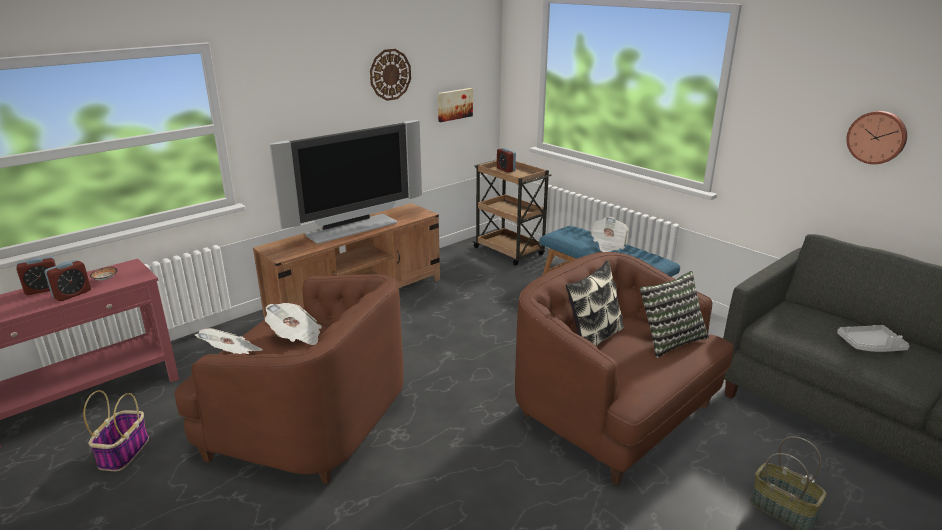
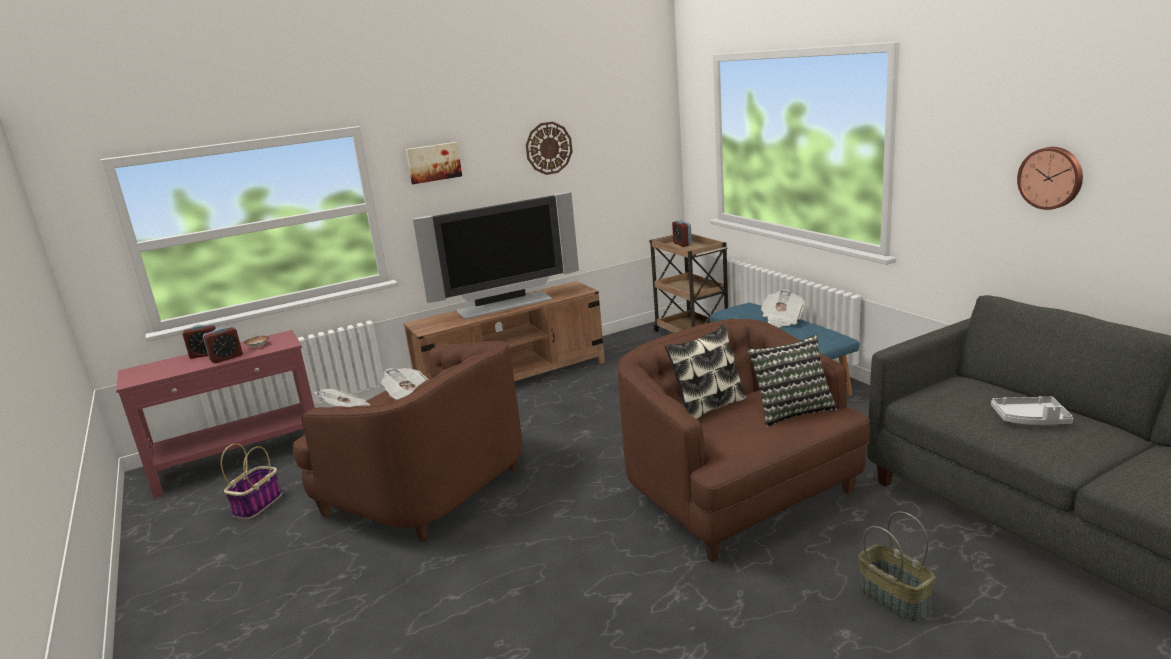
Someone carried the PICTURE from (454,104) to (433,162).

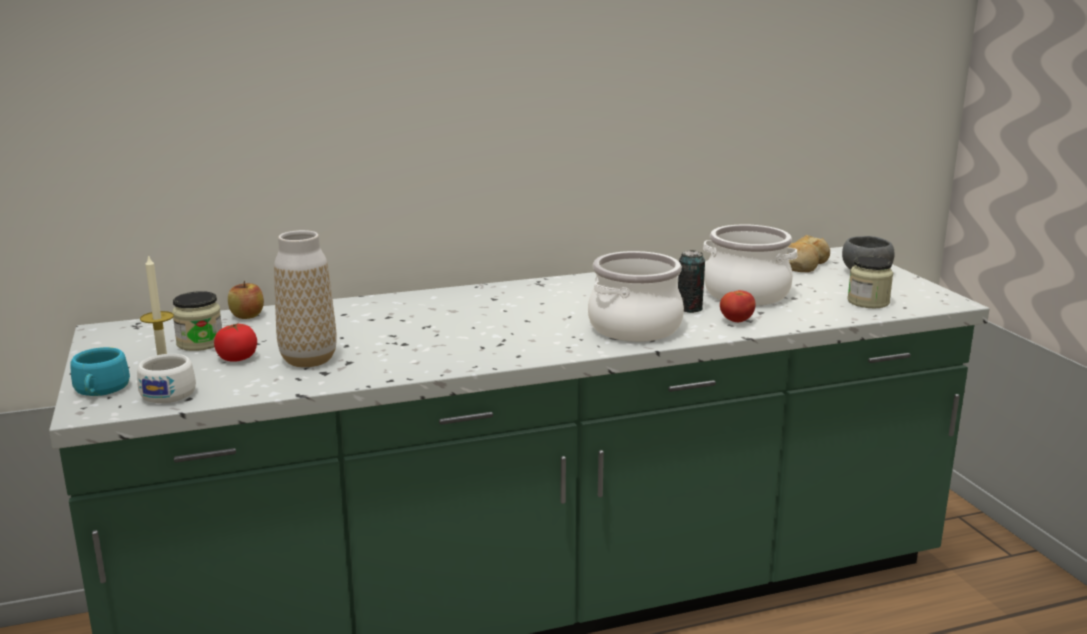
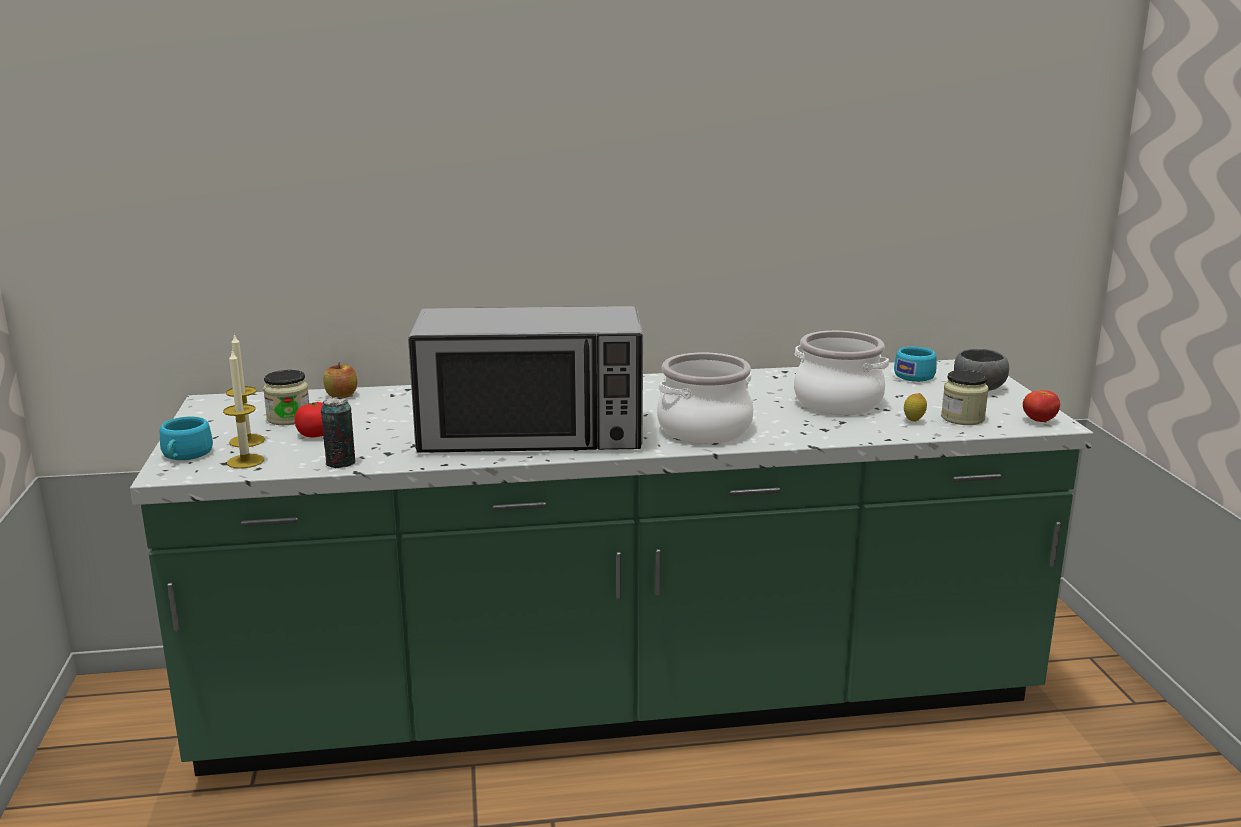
Someone swapped the WHITE CUP at (171,392) for the CANDLE at (245,461).
Someone carried the METAL CAN from (689,309) to (340,463).
Someone put down the KITCHEN MICROWAVE at (531,435).
Someone swapped the BREAD at (804,264) for the TURQUOISE CUP at (917,375).
Someone put down the WHOLE LEMON at (913,421).
Someone carried the FRESH TOMATO from (736,321) to (1039,421).
Someone took away the VASE at (308,360).

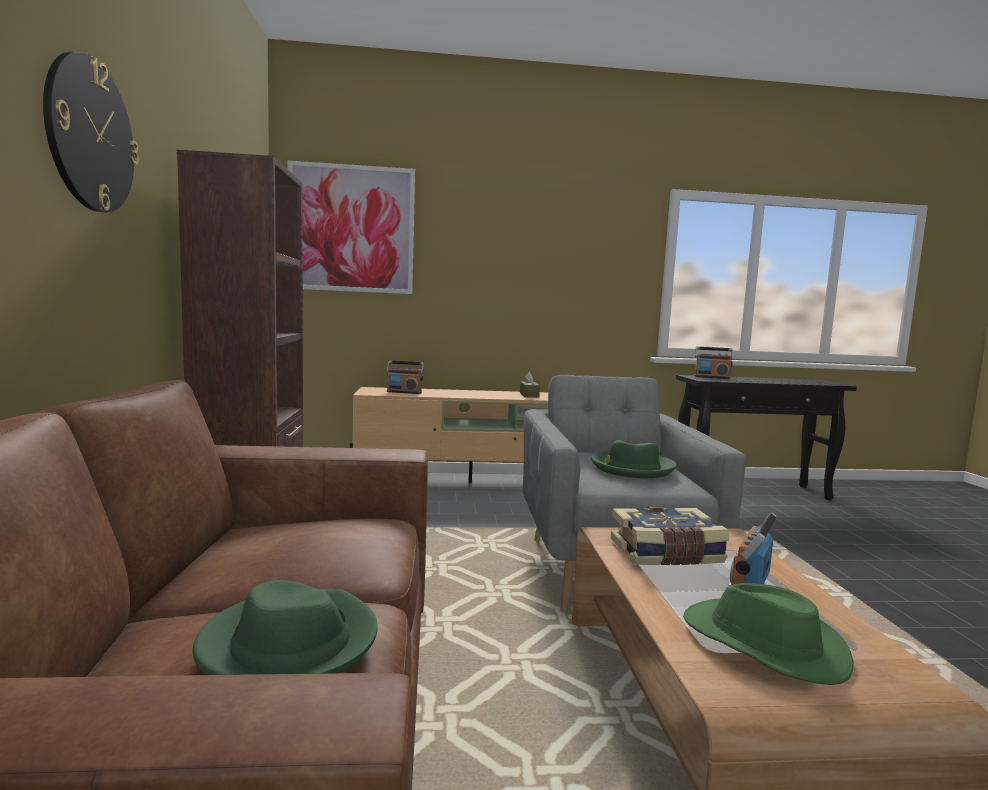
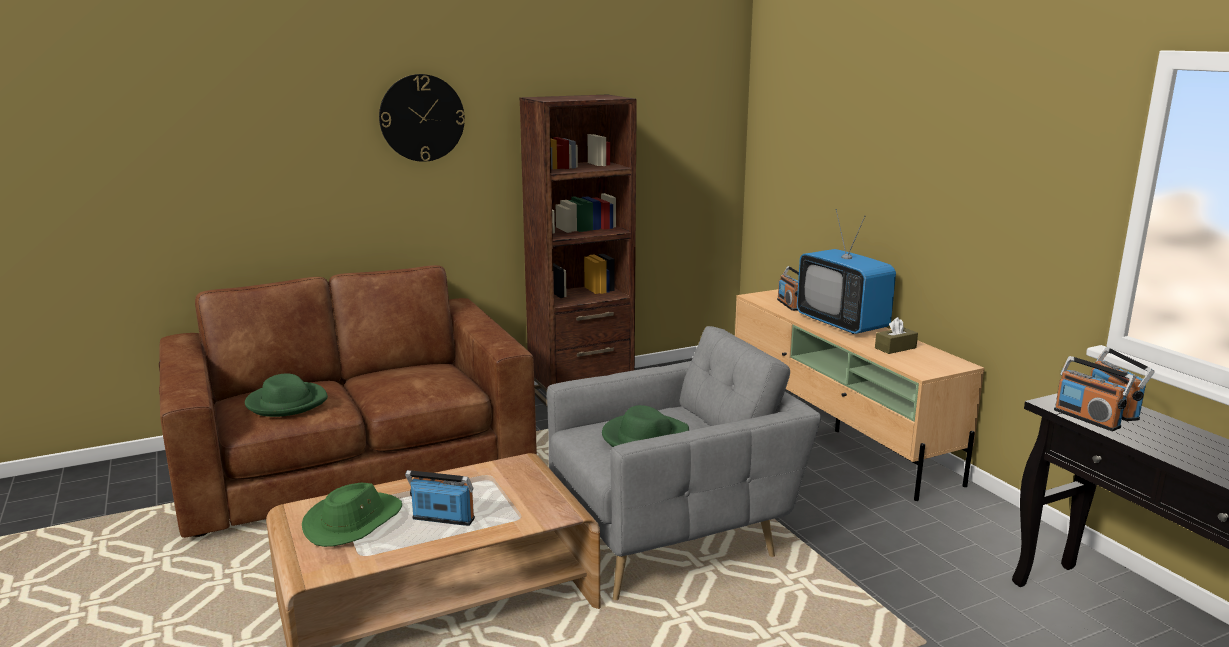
Someone put down the TELEVISION at (842,324).
Someone put down the RADIO SET at (1087,418).
Someone took away the PICTURE at (351,229).
Someone took away the VOLUME at (667,554).

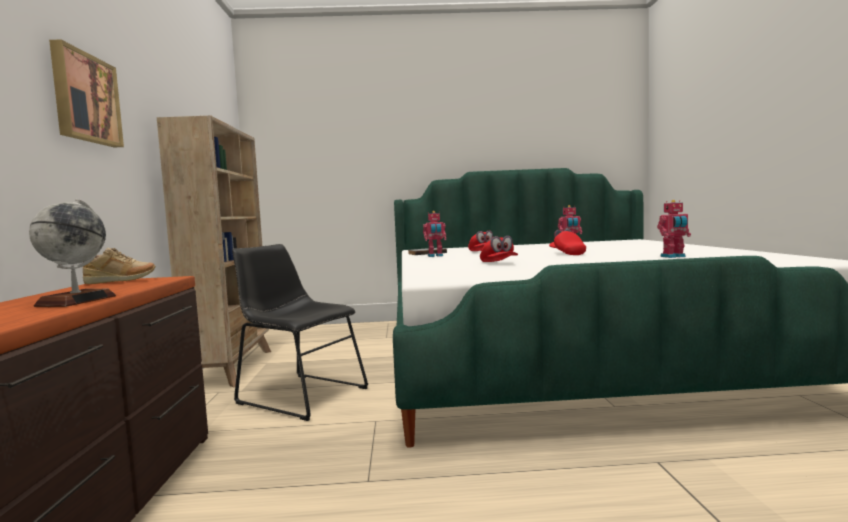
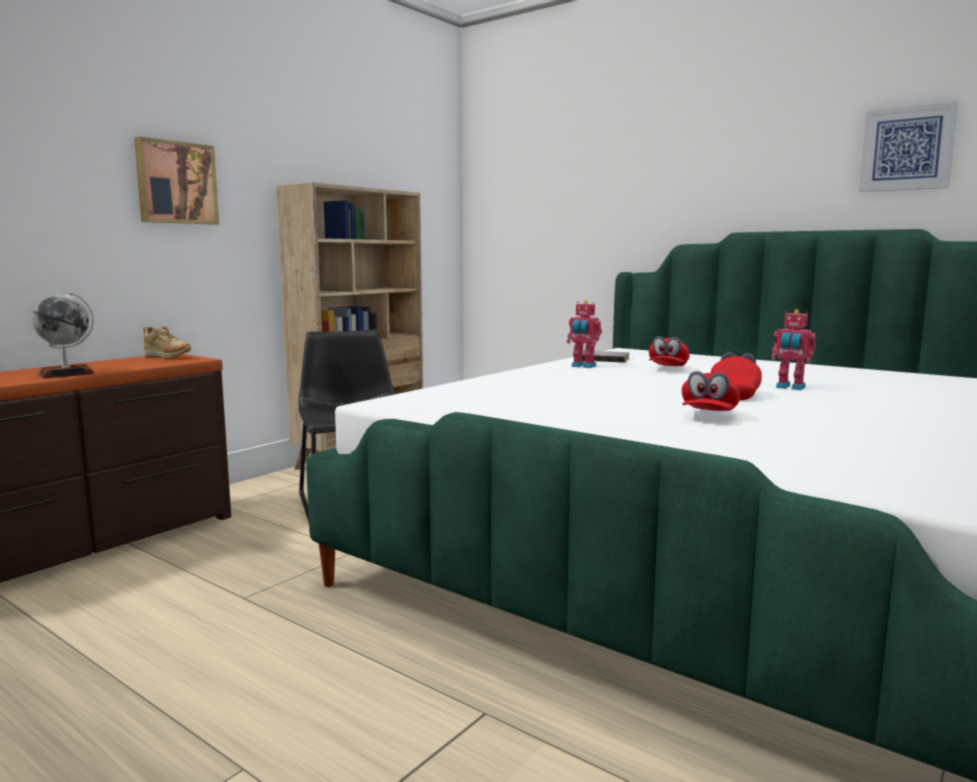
Someone carried the RED-COLOURED CAP from (498,263) to (708,416).
Someone put up the PICTURE at (906,149).
Someone took away the TOY ROBOT at (674,257).

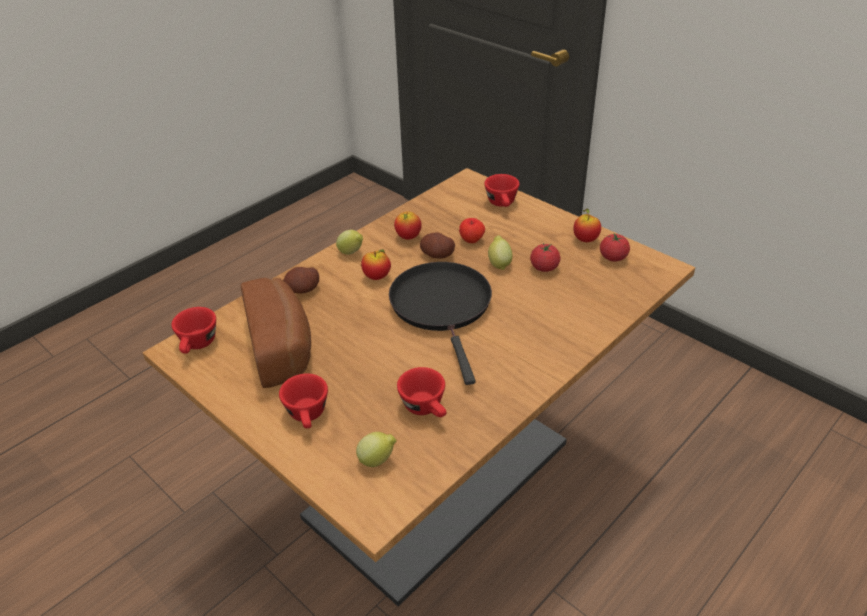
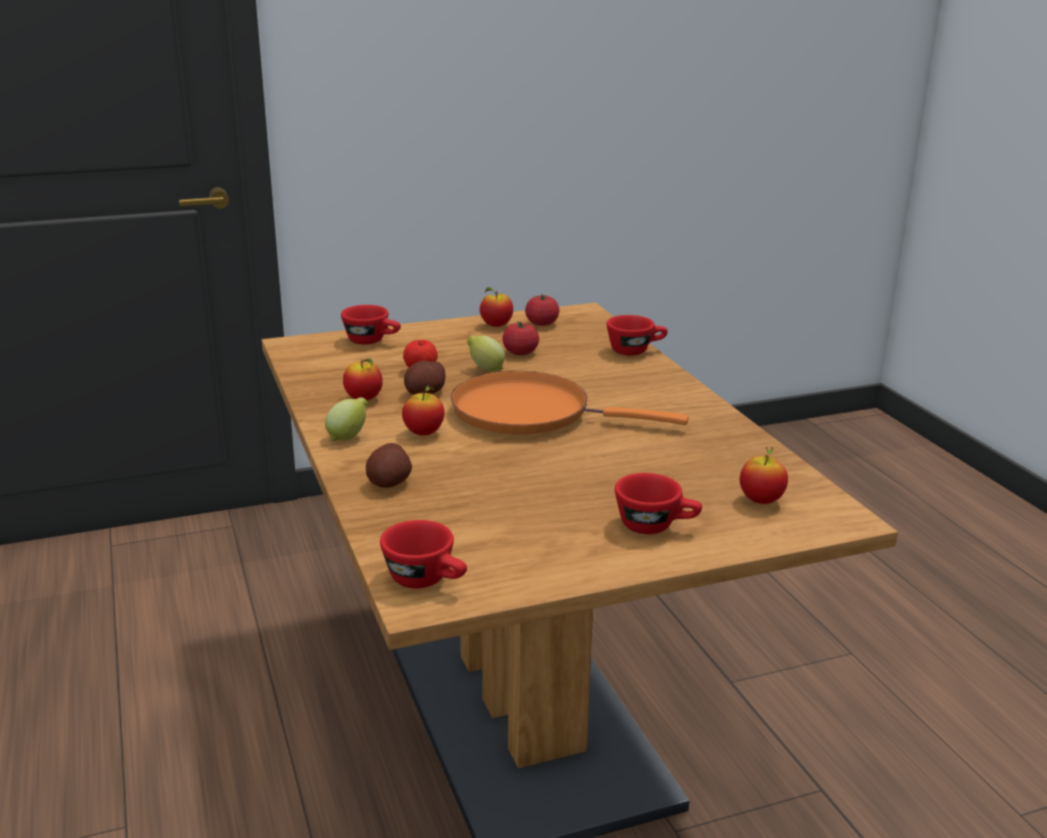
Someone repainted the BLACK PAN at (443,307), which became the ORANGE-COLOURED PAN at (530,412).
Someone carried the RED-COLOURED CUP from (426,408) to (635,350).
Someone swapped the WHOLE LEMON at (377,460) for the WHOLE APPLE at (761,501).
Someone took away the BREAD at (283,346).

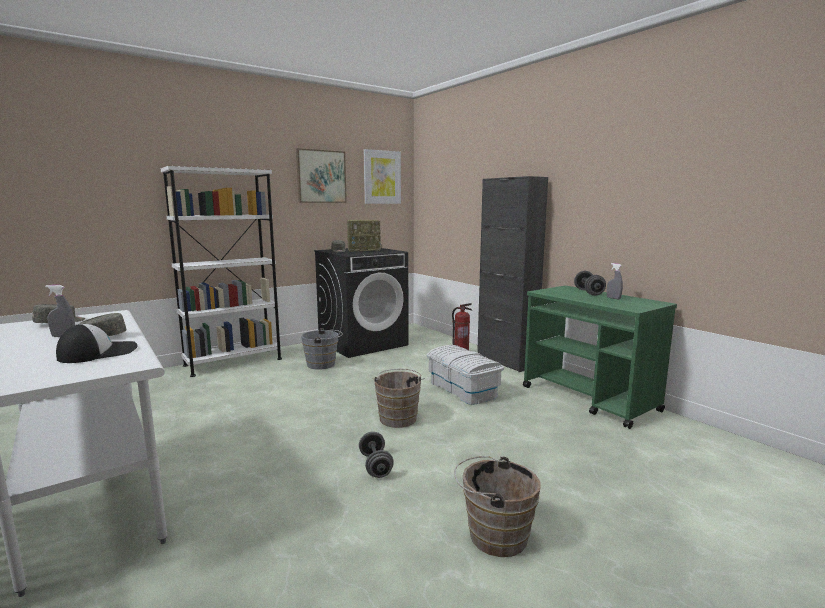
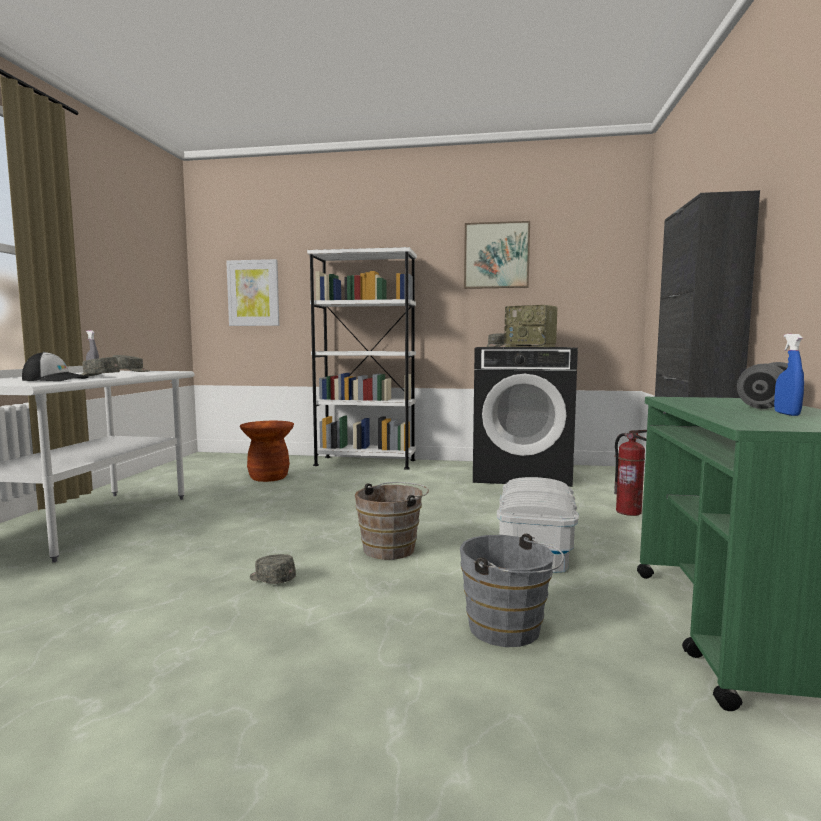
Someone carried the PICTURE from (382,177) to (253,293).
Someone put down the BROWNISH SITTING STOOL at (268,477).
Someone swapped the GREYISH FREE WEIGHT at (375,466) for the GREYISH CAP at (271,579).
Someone carried the GREYISH WATER BUCKET from (323,364) to (509,630).
Someone repainted the GREYISH HAND SPRAYER at (613,298), which became the BLUE-COLOURED HAND SPRAYER at (786,414).
Someone took away the BROWNISH WATER BUCKET at (493,535).

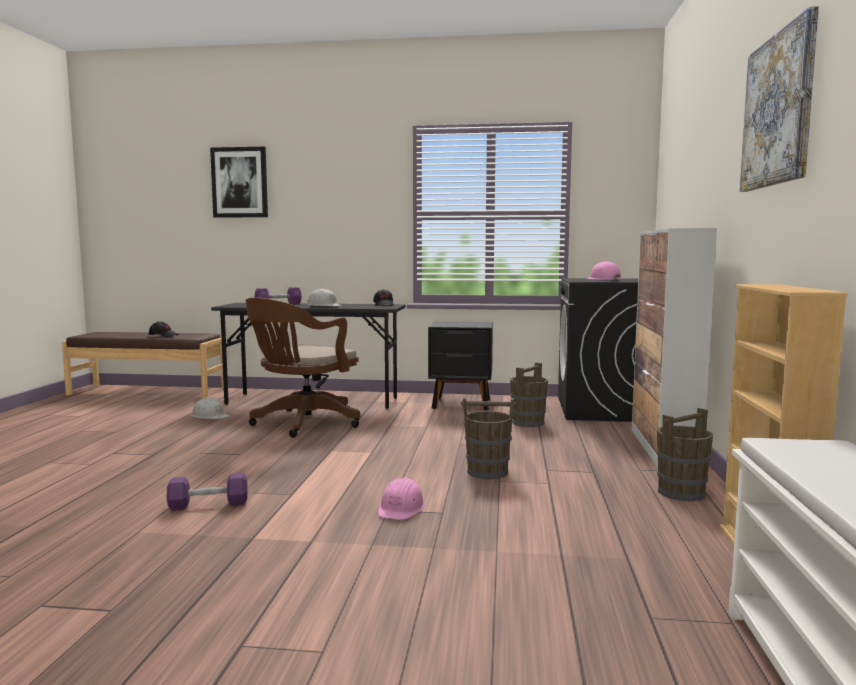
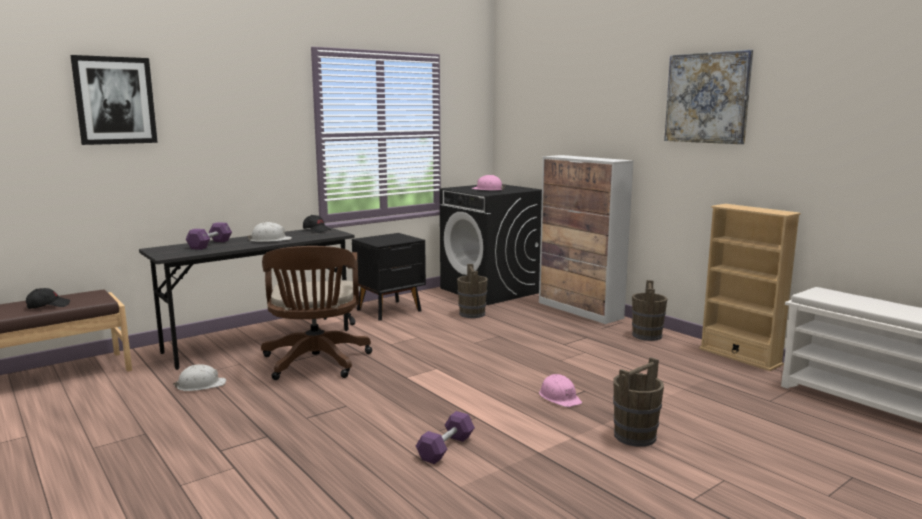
Someone carried the BROWNISH WATER BUCKET from (488,472) to (635,436).

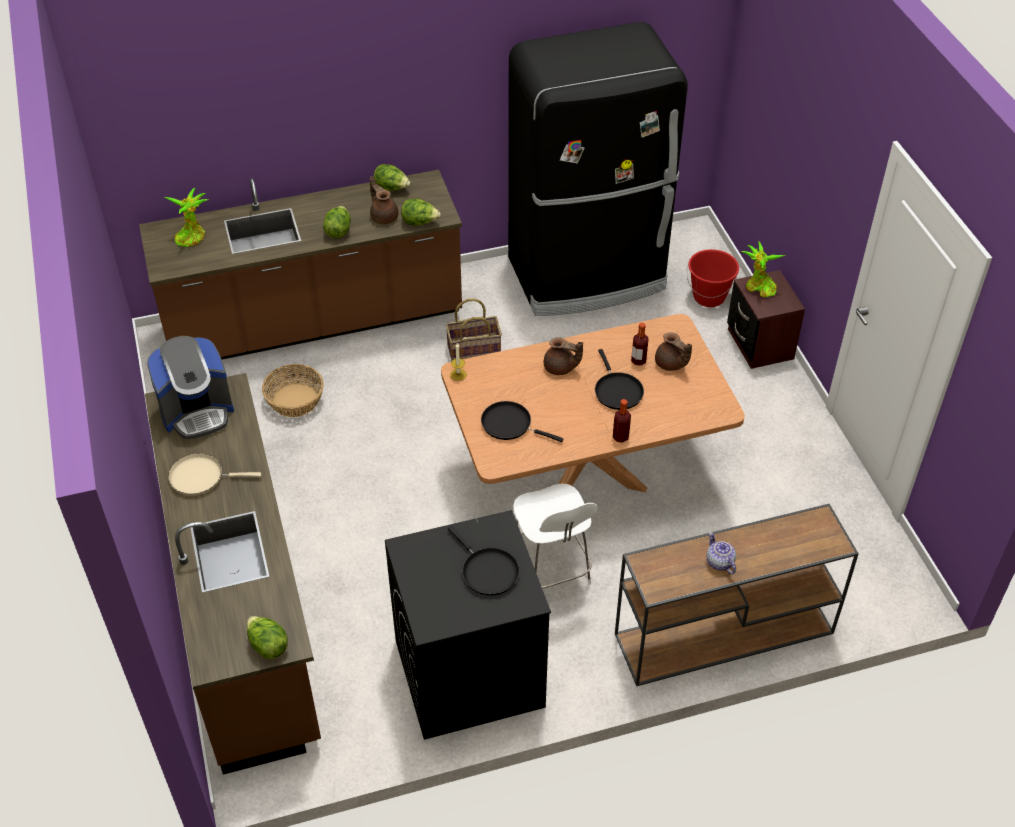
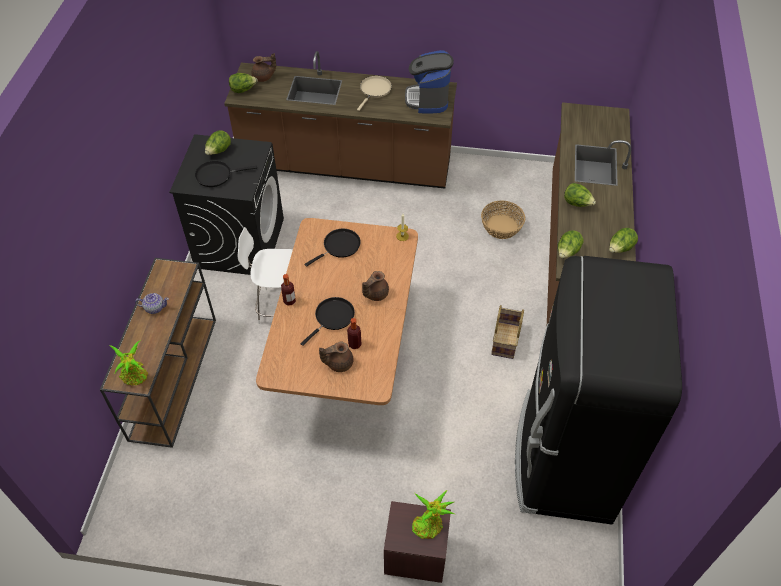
Someone carried the PLANT IN A POT from (192,236) to (135,376).
Someone put down the LETTUCE at (219,151).
Someone carried the BROWNISH TEAPOT from (384,216) to (263,77).
Someone rotated the BLACK PAN at (617,391) by 120 degrees clockwise.
Someone took away the RED-COLOURED WATER BUCKET at (709,297).

